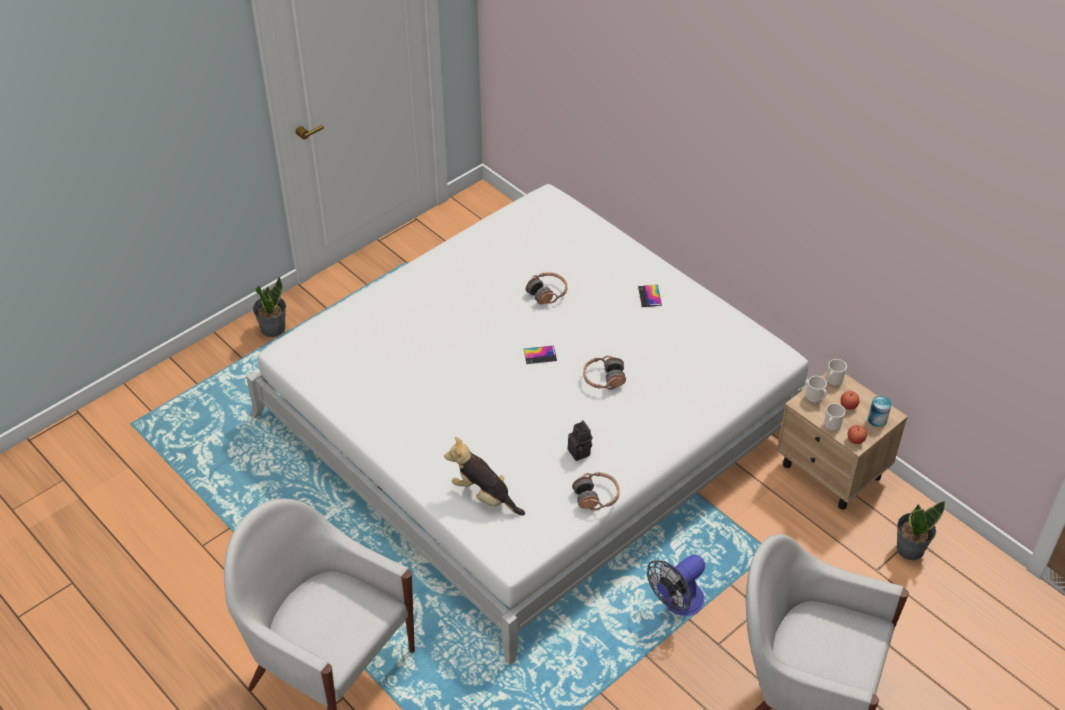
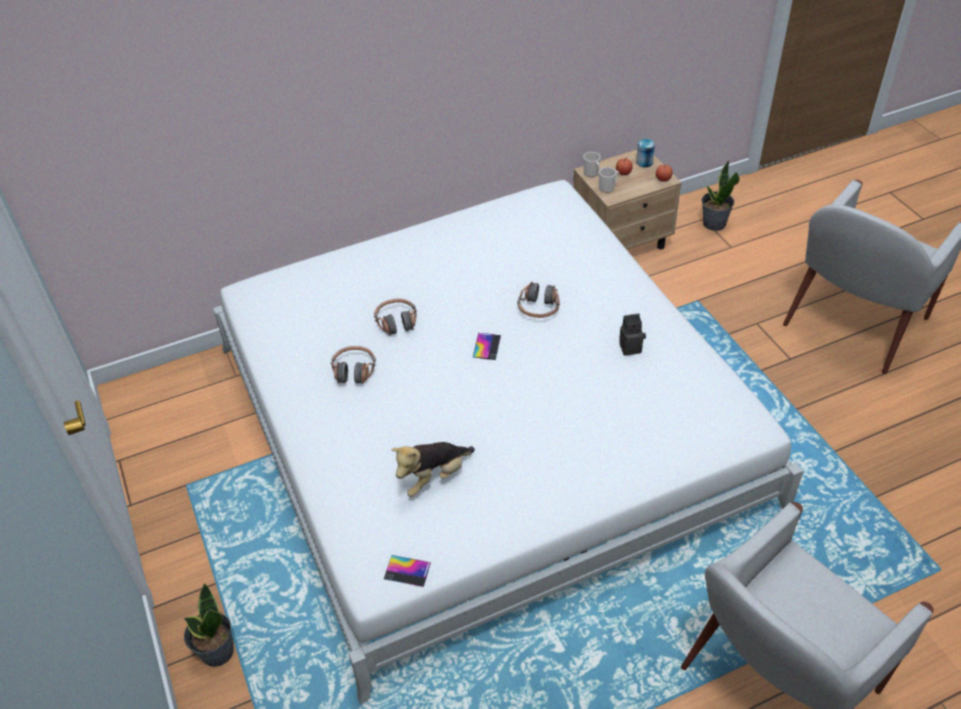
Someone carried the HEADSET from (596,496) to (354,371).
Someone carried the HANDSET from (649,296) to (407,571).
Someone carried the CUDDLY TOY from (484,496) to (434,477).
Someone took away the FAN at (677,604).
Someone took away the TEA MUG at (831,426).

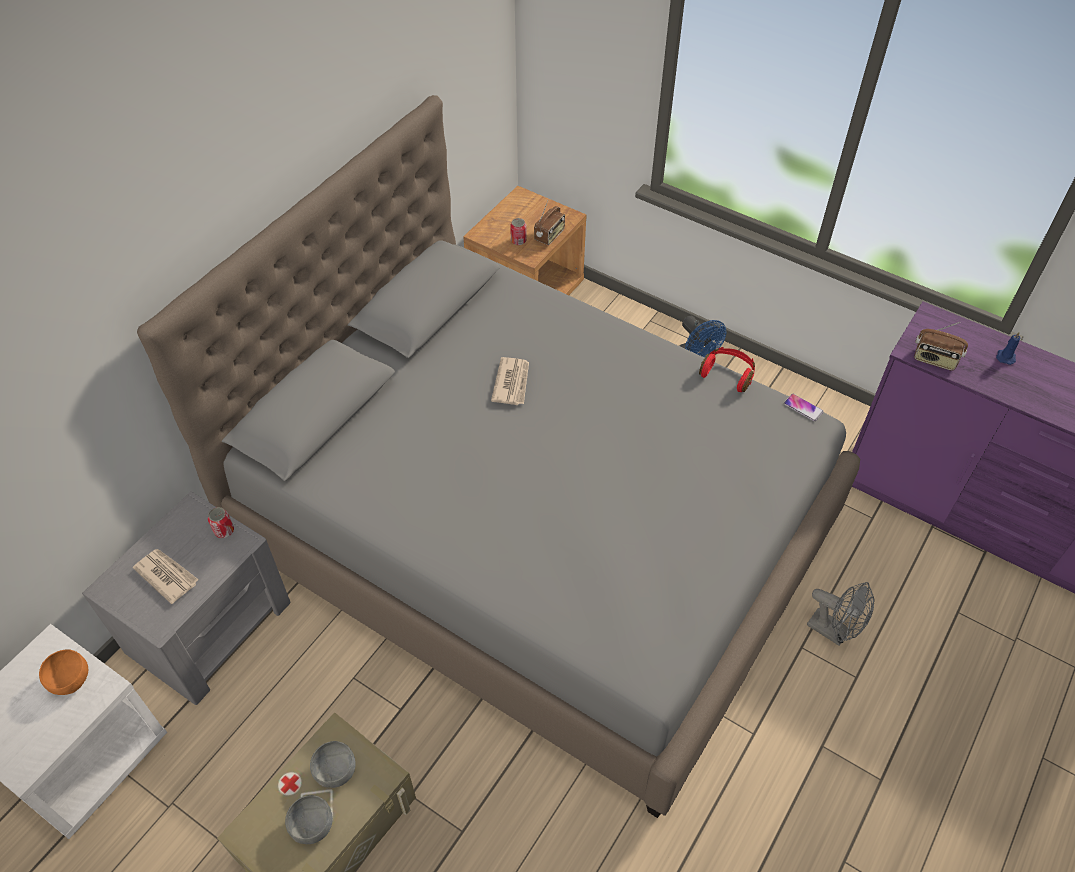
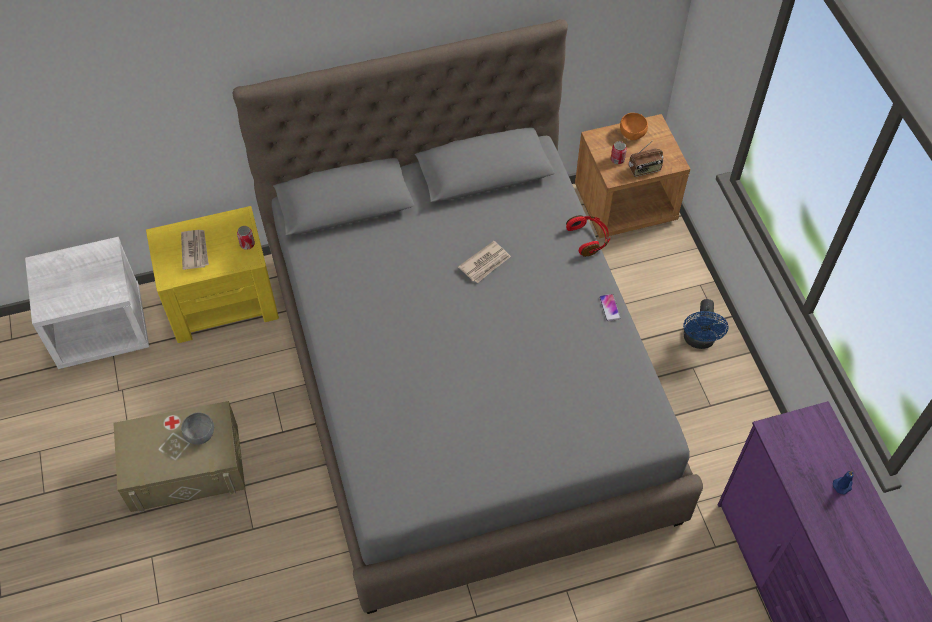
Someone repainted the GREYISH BEDSIDE TABLE at (210,626), which became the YELLOWISH BEDSIDE TABLE at (223,300).
Someone carried the RED-COLOURED HEADSET from (728,374) to (588,239).
Someone carried the HANDSET from (803,408) to (609,308).
Someone carried the ORANGE-COLOURED SERVING BOWL from (71,680) to (632,134).
Someone took away the GREYISH SERVING BOWL at (312,826).
Someone took away the GREYISH FAN at (834,631).
Someone took away the RADIO SET at (934,360).

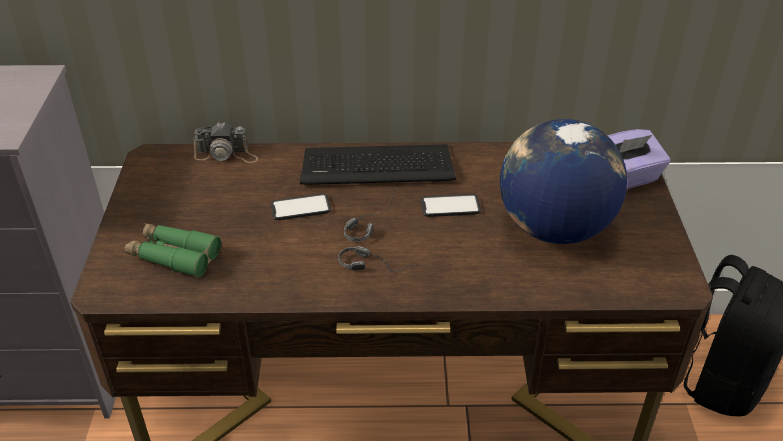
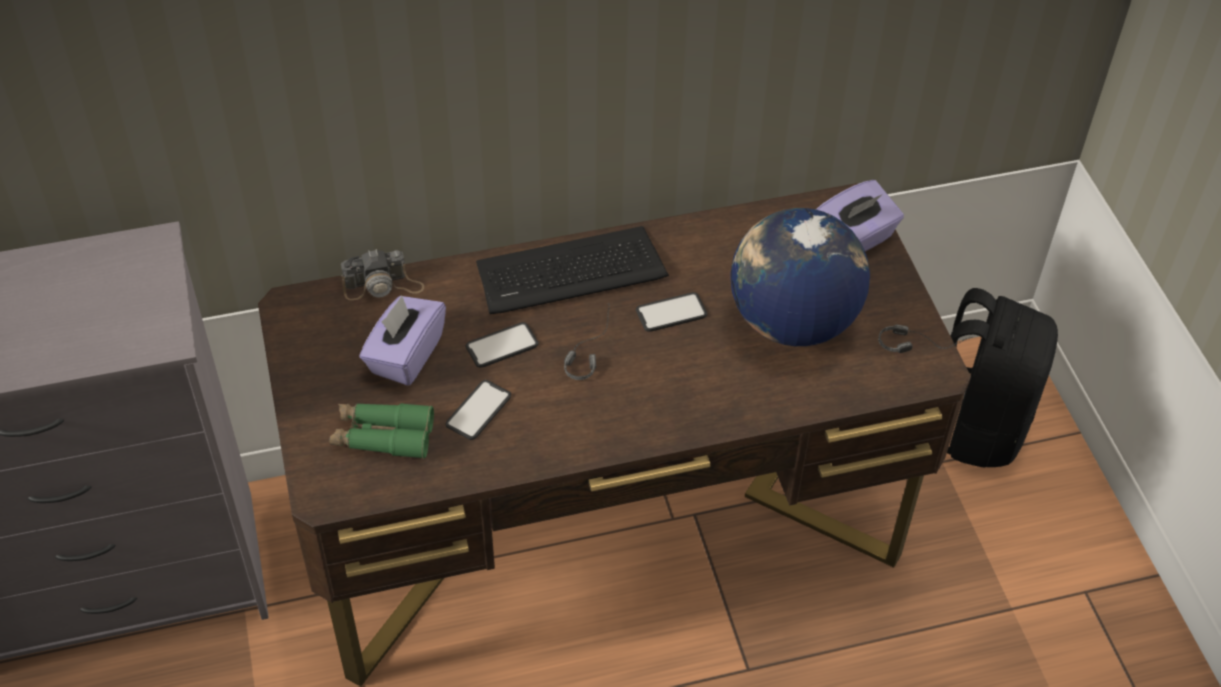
Someone put down the PURPLE-COLOURED TISSUE BOX at (405,355).
Someone put down the HANDSET at (478,410).
Someone carried the HEADSET from (379,266) to (922,342).

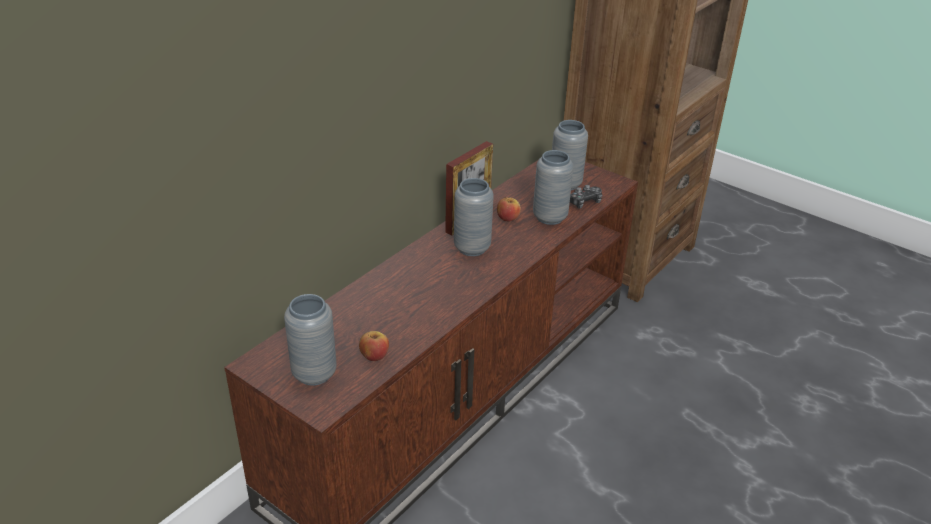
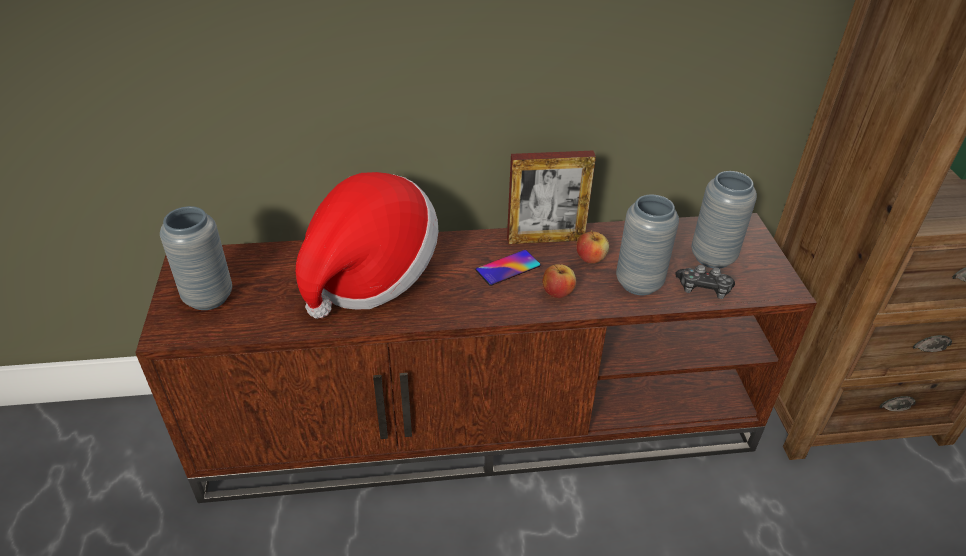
Someone put down the WEARABLE HAT at (370,274).
Someone swapped the GREYISH VASE at (472,248) for the HANDSET at (508,268).
Someone carried the WHOLE APPLE from (374,356) to (557,292).

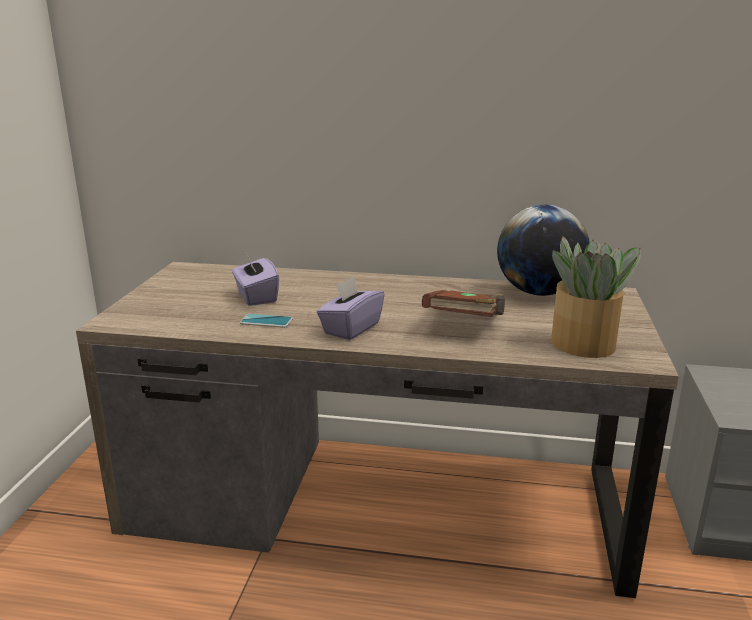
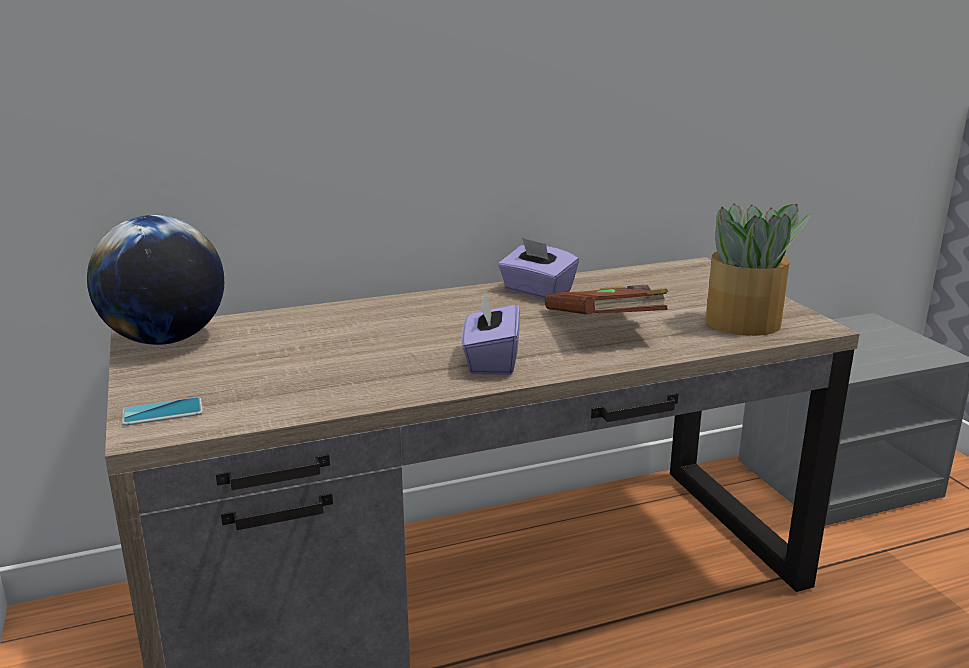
Someone carried the WORLD GLOBE from (539,292) to (166,340).
Someone carried the HANDSET from (266,321) to (163,412).
Someone carried the PURPLE-COLOURED TISSUE BOX from (256,297) to (537,291).

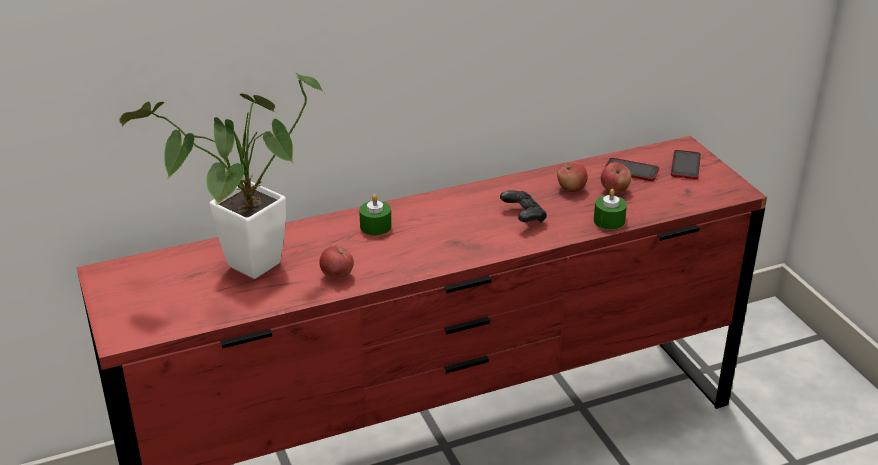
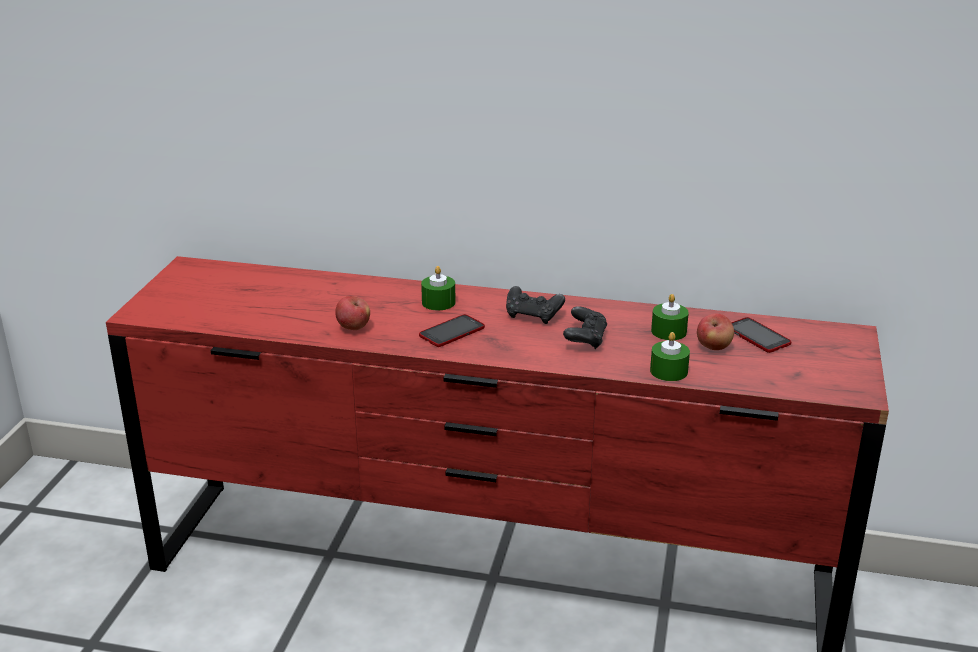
Someone carried the HANDSET from (685,165) to (452,332).
Someone put down the BLACK GAMEPAD at (533,315).
Someone swapped the WHOLE APPLE at (571,188) for the GREEN CANDLE at (668,331).
Someone took away the PLANT IN A POT at (245,270).

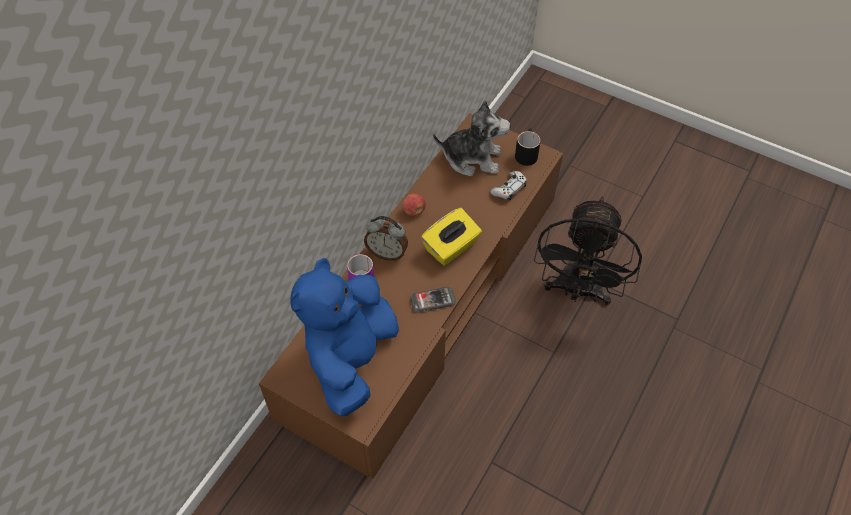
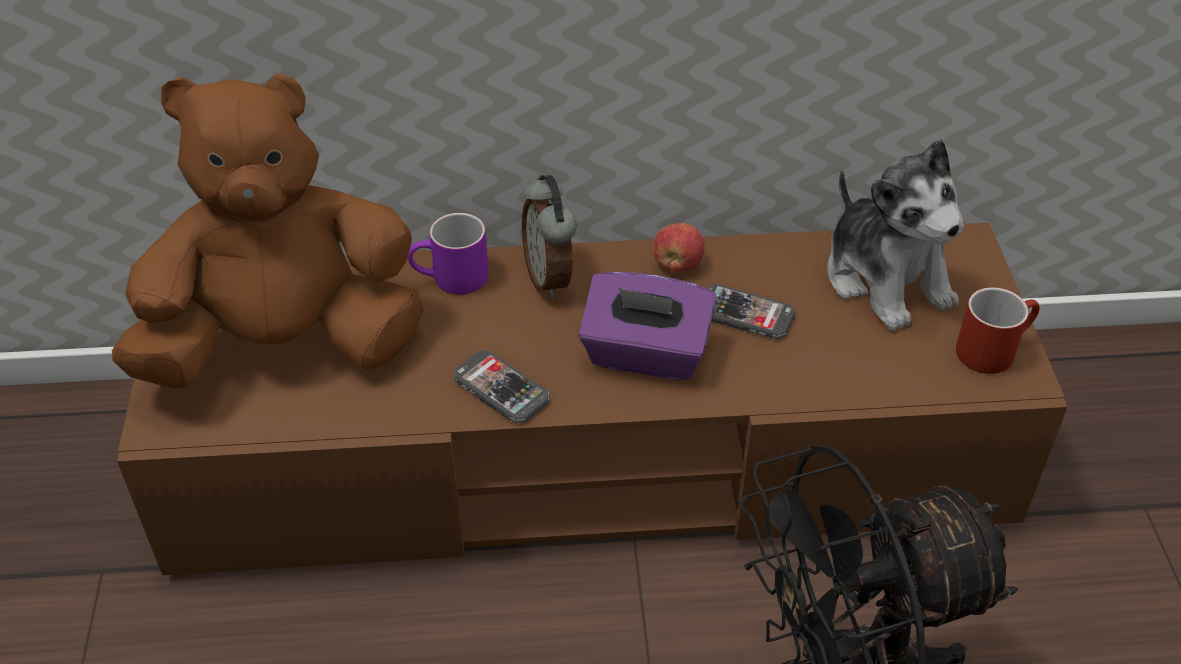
Someone repainted the BLUE-COLOURED CUDDLY TOY at (350,359), which became the BROWNISH CUDDLY TOY at (285,345).
Someone repainted the YELLOWISH TISSUE BOX at (451,247), which became the PURPLE-COLOURED TISSUE BOX at (645,354).
Someone put down the HANDSET at (745,314).
Someone repainted the BLACK TEA MUG at (525,153), which became the RED-COLOURED TEA MUG at (993,348).
Someone took away the WHITE GAMEPAD at (509,188).

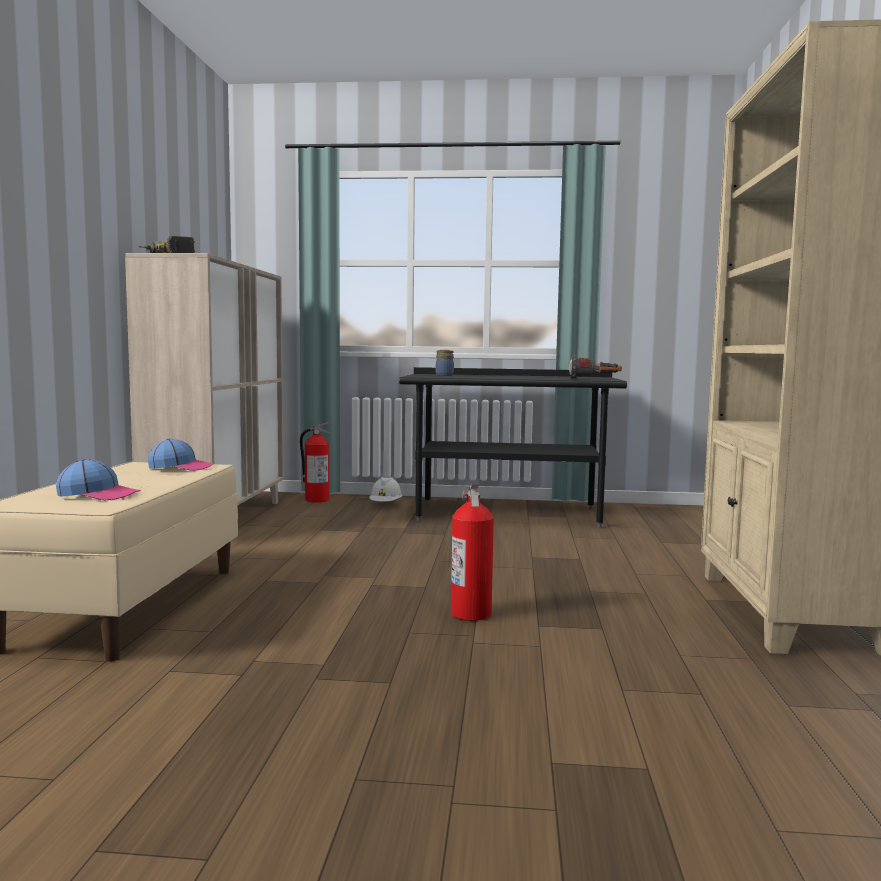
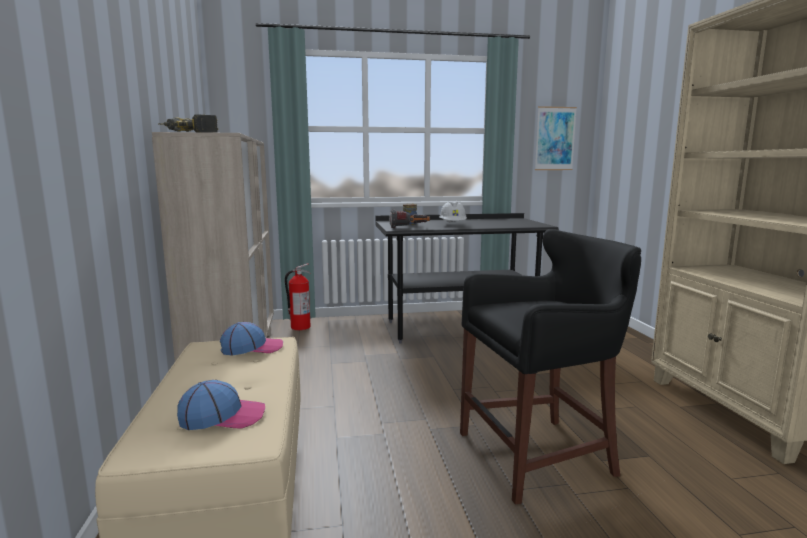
Someone carried the HAND TORCH from (594,379) to (409,228).
Someone carried the WHITE WORK HELMET from (386,505) to (453,225).
Someone swapped the FIRE-FIGHTING CYLINDER at (472,613) for the BLACK SITTING STOOL at (540,454).
Someone put up the PICTURE at (555,138).

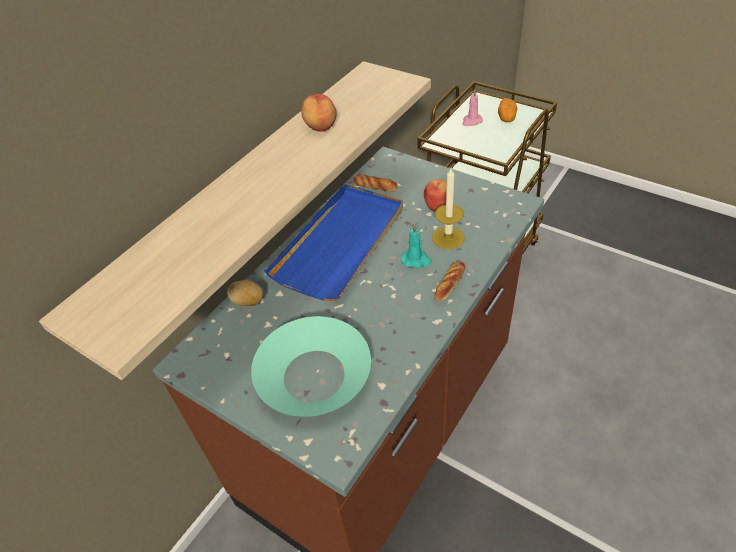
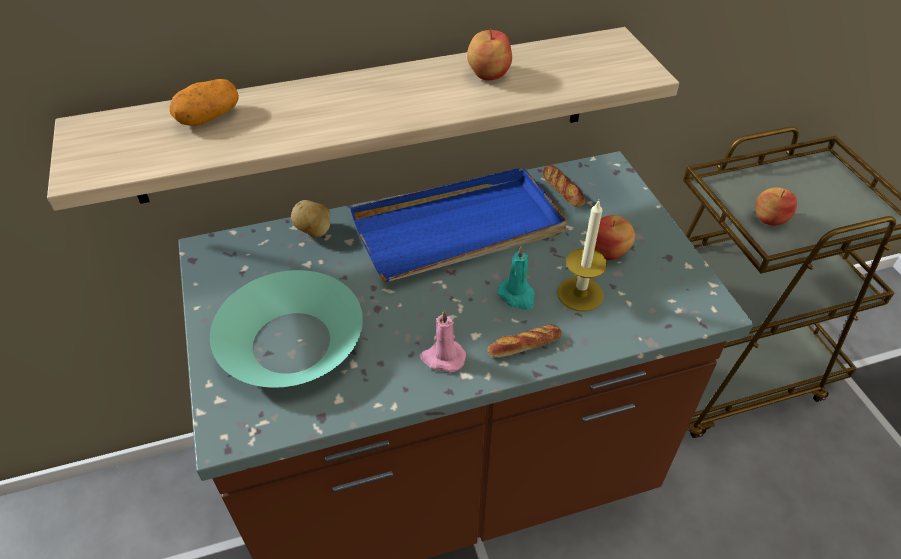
Someone carried the SPUD from (506,117) to (209,117).
Someone carried the PINK-COLOURED CANDLE from (471,121) to (442,358).
Someone put down the WHOLE APPLE at (769,218).

